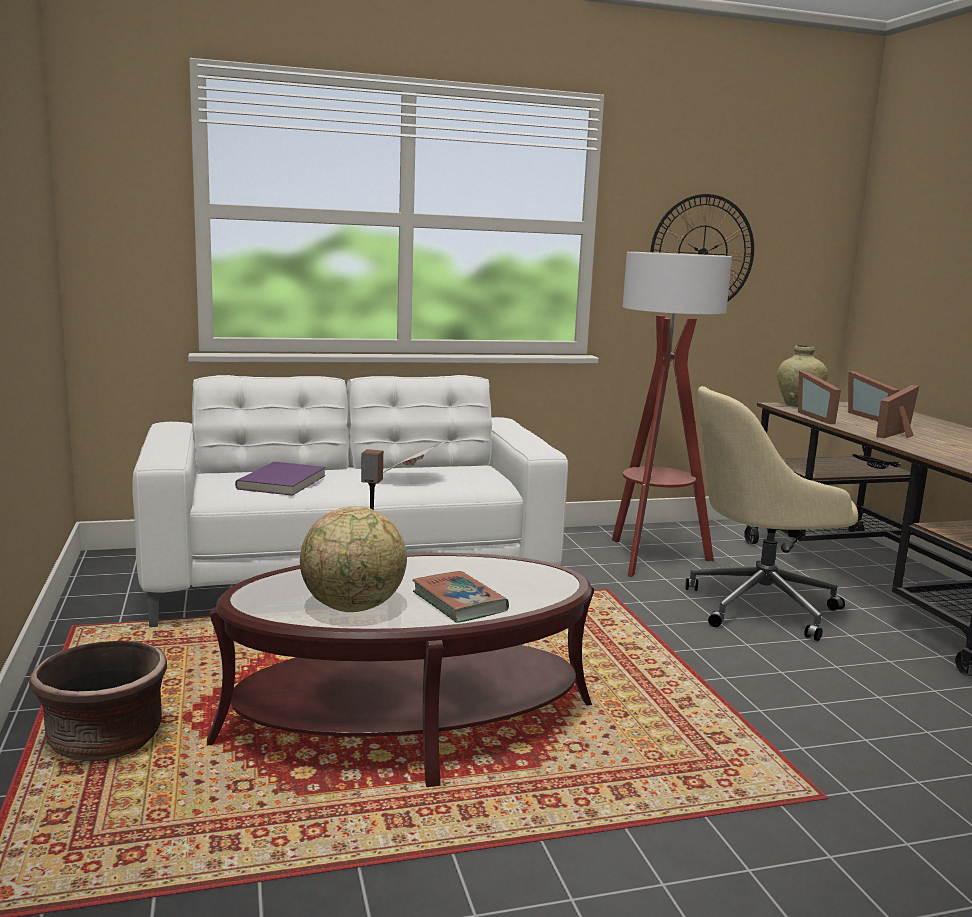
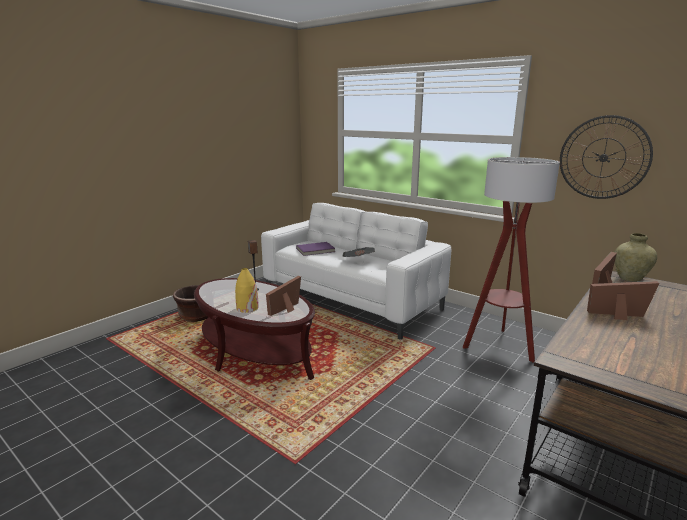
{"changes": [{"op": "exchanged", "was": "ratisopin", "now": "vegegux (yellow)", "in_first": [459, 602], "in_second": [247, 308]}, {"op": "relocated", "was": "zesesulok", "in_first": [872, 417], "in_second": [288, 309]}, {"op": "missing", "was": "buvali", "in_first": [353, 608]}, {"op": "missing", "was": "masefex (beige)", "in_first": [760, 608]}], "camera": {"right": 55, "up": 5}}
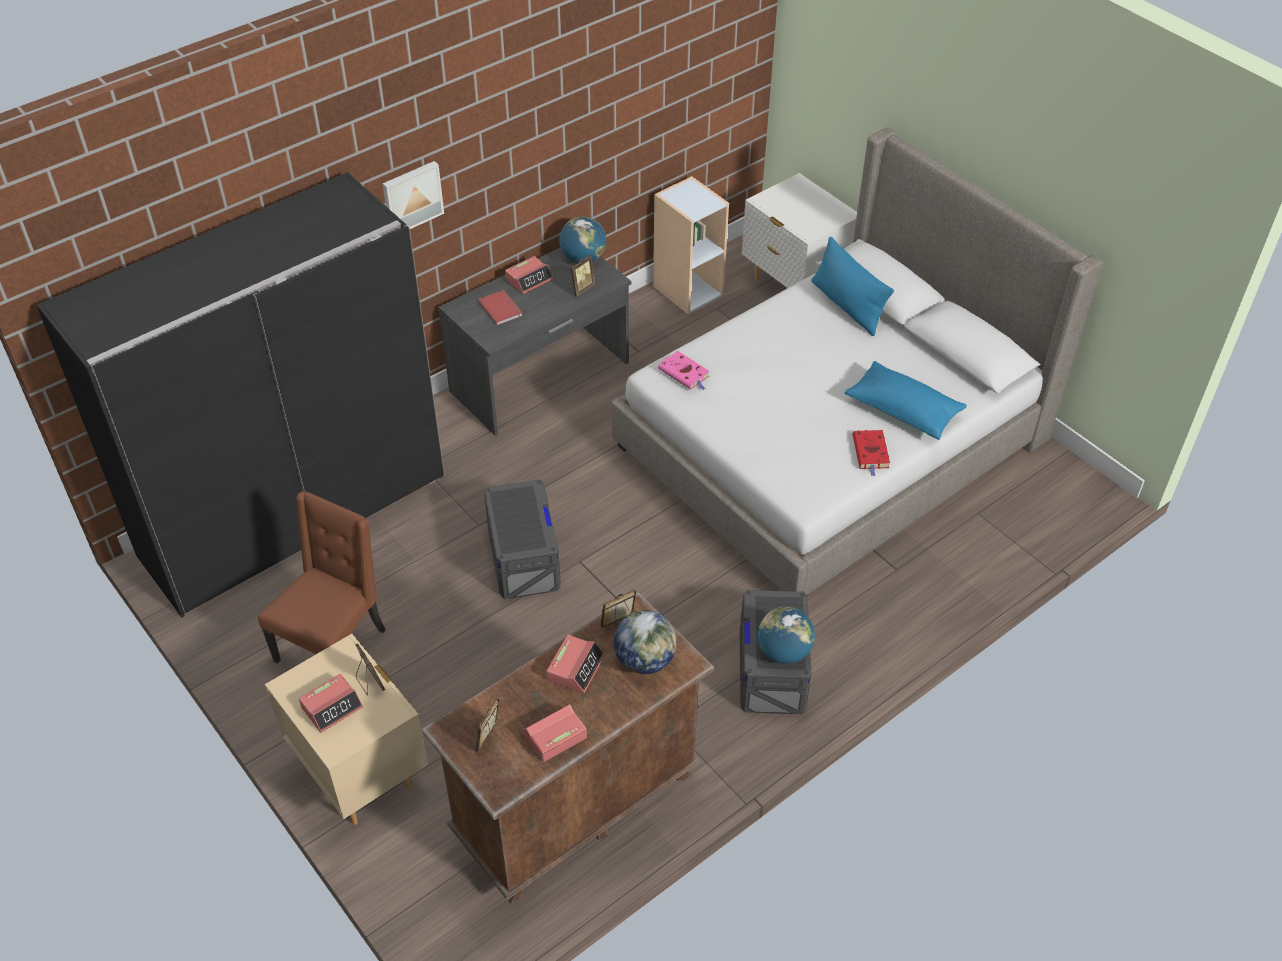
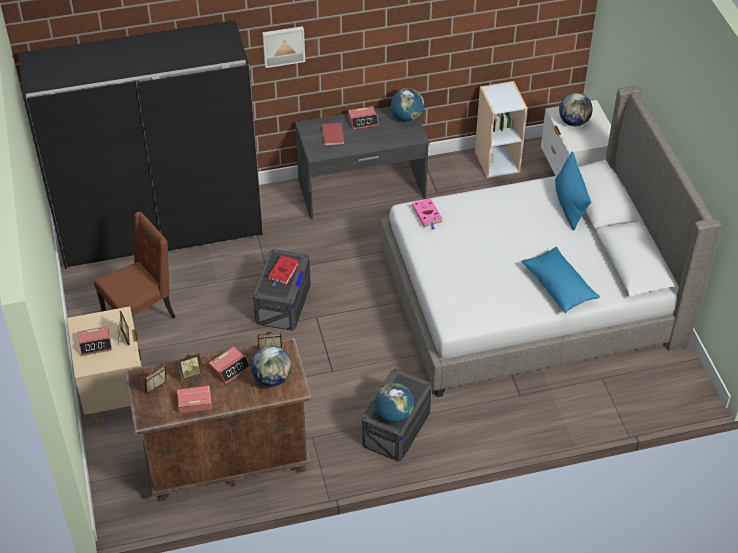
{"changes": [{"op": "relocated", "was": "zesesulok", "in_first": [581, 288], "in_second": [190, 375]}, {"op": "relocated", "was": "ratisopin (red)", "in_first": [871, 453], "in_second": [283, 272]}, {"op": "appeared", "now": "buvali", "in_second": [574, 122]}], "camera": {"right": 25, "up": 0}}
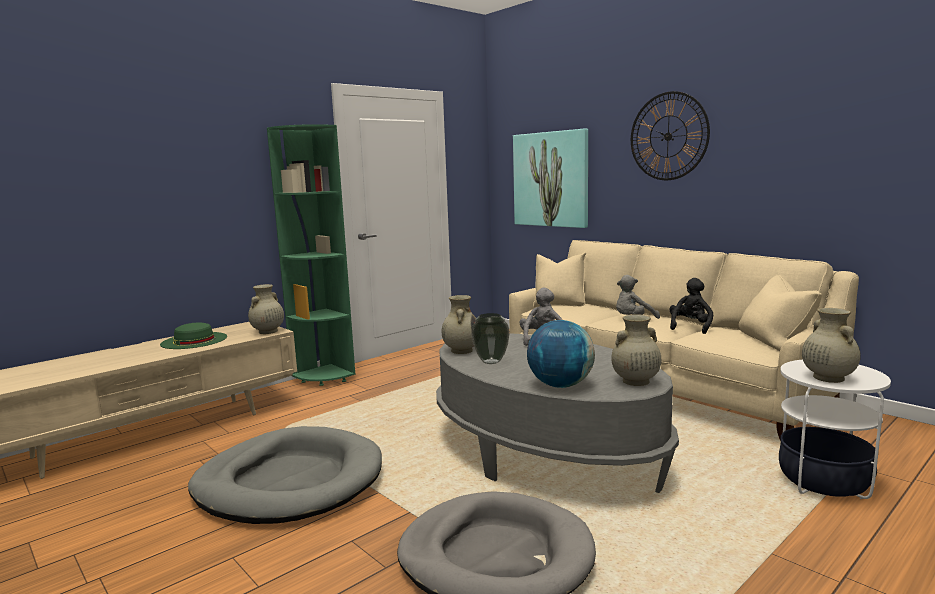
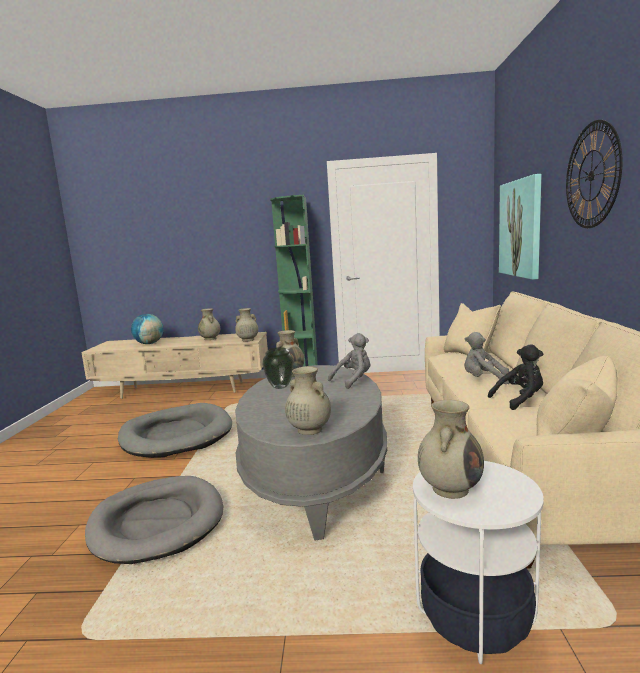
{"changes": [{"op": "relocated", "was": "buvali", "in_first": [560, 385], "in_second": [149, 343]}, {"op": "exchanged", "was": "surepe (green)", "now": "vegegux (beige)", "in_first": [194, 340], "in_second": [210, 339]}], "camera": {"right": 45, "up": 0}}
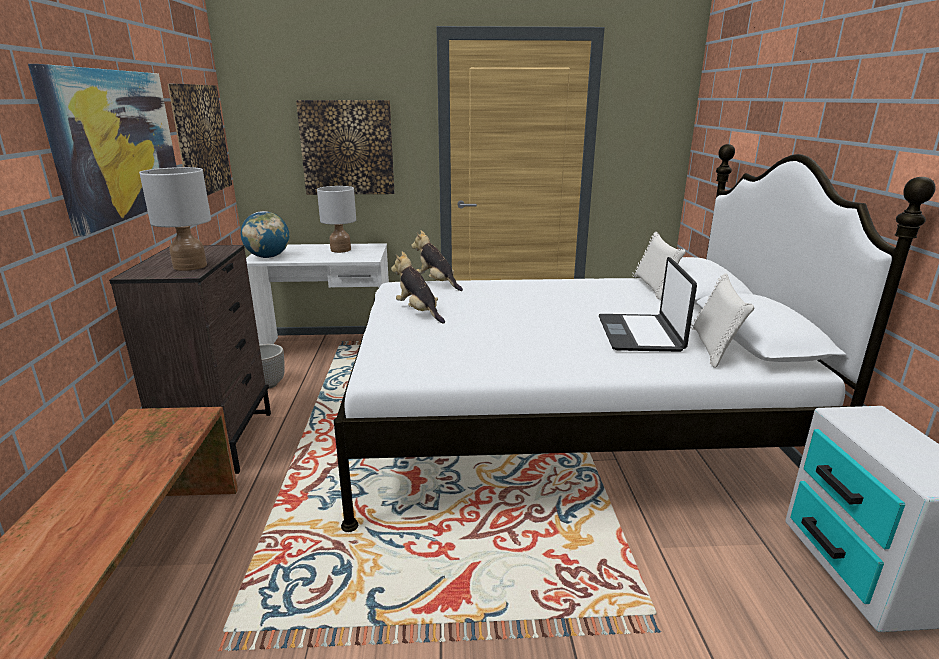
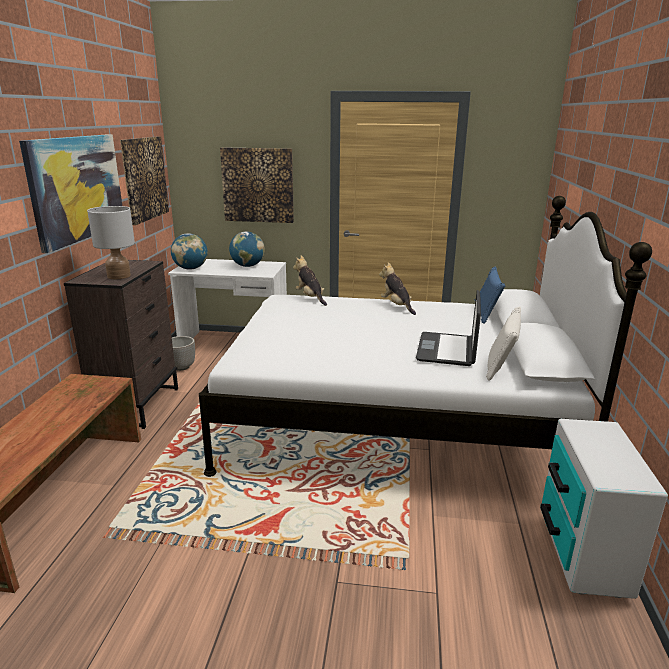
{"changes": [{"op": "exchanged", "was": "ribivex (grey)", "now": "buvali", "in_first": [341, 250], "in_second": [247, 266]}, {"op": "relocated", "was": "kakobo", "in_first": [418, 312], "in_second": [396, 306]}, {"op": "colour", "was": "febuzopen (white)", "now": "febuzopen (blue)", "in_first": [654, 287], "in_second": [486, 313]}], "camera": {"right": 10, "up": 0}}
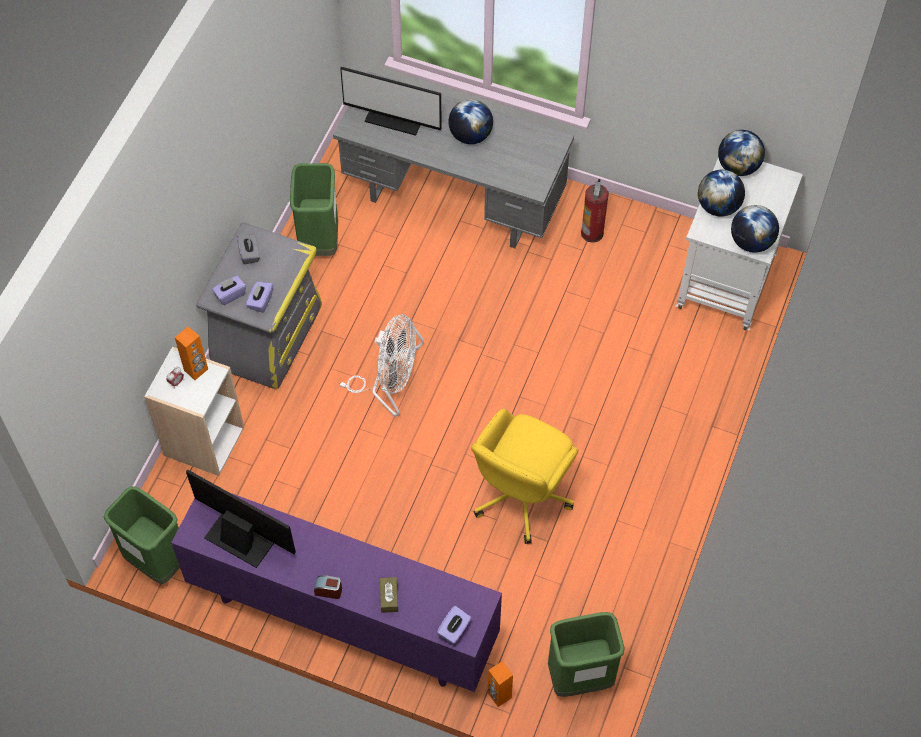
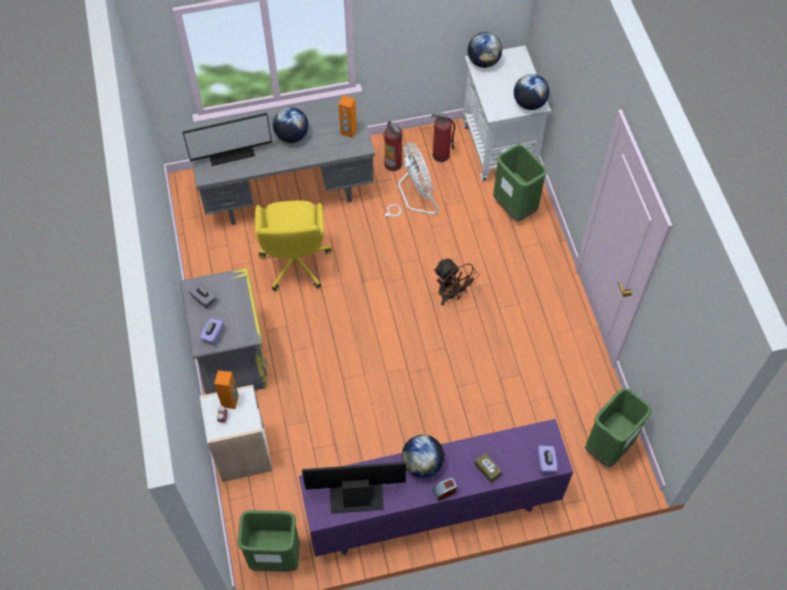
{"changes": [{"op": "relocated", "was": "masefex (yellow)", "in_first": [521, 497], "in_second": [295, 263]}, {"op": "relocated", "was": "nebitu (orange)", "in_first": [499, 695], "in_second": [348, 132]}, {"op": "relocated", "was": "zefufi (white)", "in_first": [389, 380], "in_second": [412, 196]}, {"op": "relocated", "was": "buvali", "in_first": [718, 206], "in_second": [422, 463]}, {"op": "appeared", "now": "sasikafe", "in_second": [440, 155]}, {"op": "appeared", "now": "zefufi (brown)", "in_second": [451, 295]}, {"op": "relocated", "was": "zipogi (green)", "in_first": [319, 242], "in_second": [514, 208]}, {"op": "missing", "was": "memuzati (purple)", "in_first": [260, 301]}], "camera": {"right": -35, "up": 0}}
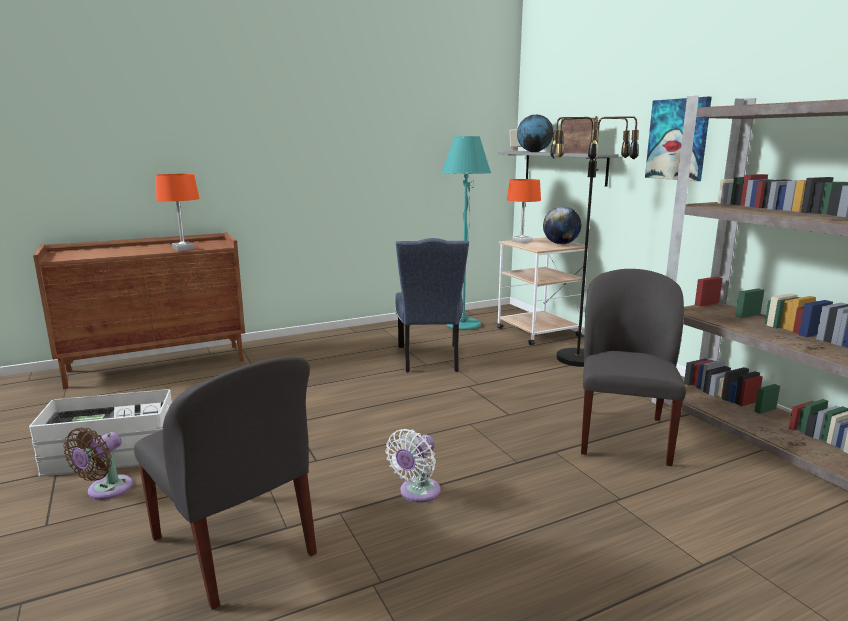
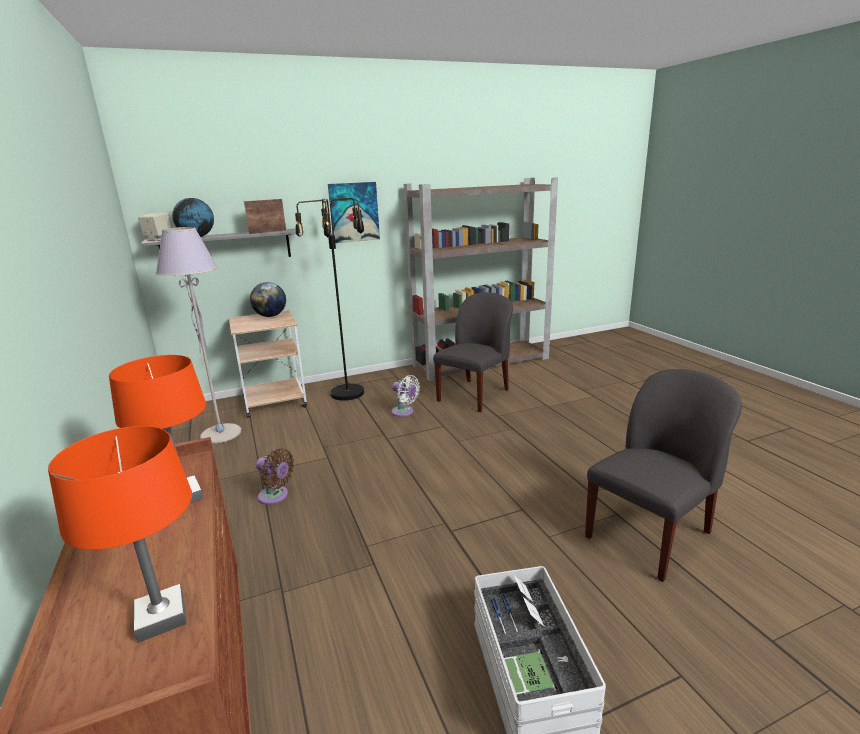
{"changes": [{"op": "relocated", "was": "ribivex (orange)", "in_first": [522, 241], "in_second": [162, 617]}, {"op": "colour", "was": "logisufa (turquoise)", "now": "logisufa (grey)", "in_first": [463, 325], "in_second": [221, 435]}, {"op": "relocated", "was": "zefufi (brown)", "in_first": [106, 490], "in_second": [275, 496]}, {"op": "relocated", "was": "zefufi (white)", "in_first": [417, 493], "in_second": [404, 412]}, {"op": "spun", "was": "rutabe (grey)", "in_first": [623, 435], "in_second": [474, 395], "clockwise": 105}, {"op": "missing", "was": "rutabe (blue)", "in_first": [429, 357]}], "camera": {"right": -85, "up": 5}}
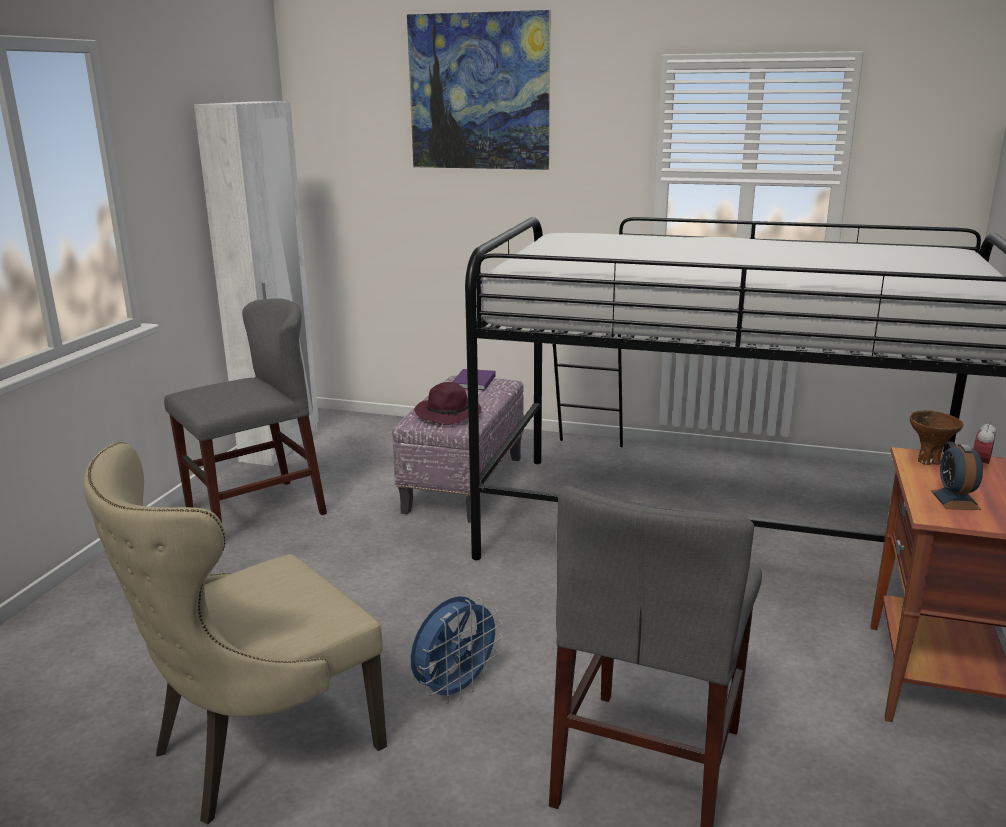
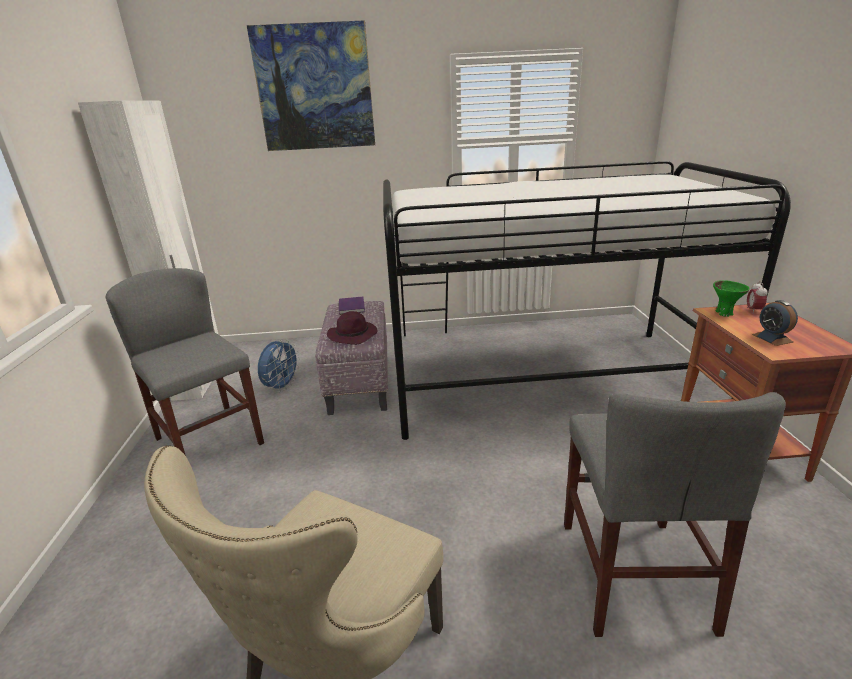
{"changes": [{"op": "spun", "was": "rutabe (grey)", "in_first": [255, 512], "in_second": [209, 441], "clockwise": -75}, {"op": "relocated", "was": "zefufi (blue)", "in_first": [455, 689], "in_second": [282, 387]}, {"op": "colour", "was": "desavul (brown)", "now": "desavul (green)", "in_first": [928, 460], "in_second": [724, 313]}], "camera": {"right": -20, "up": 5}}
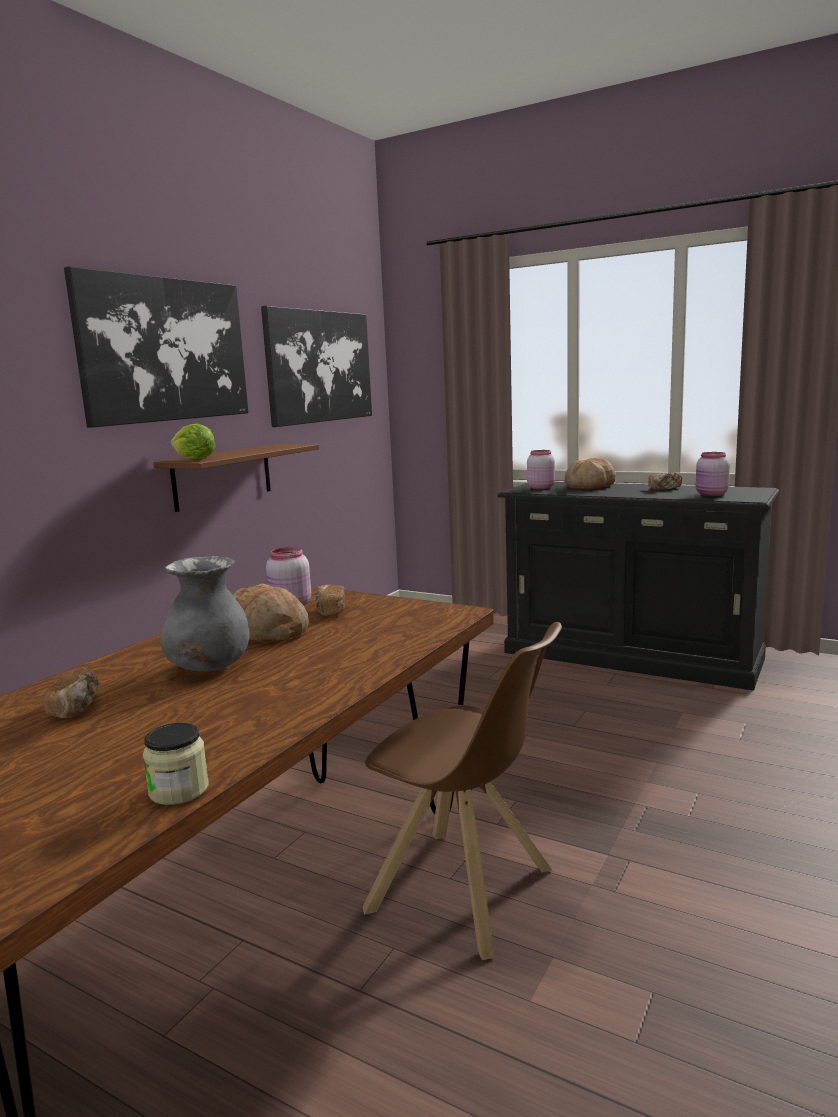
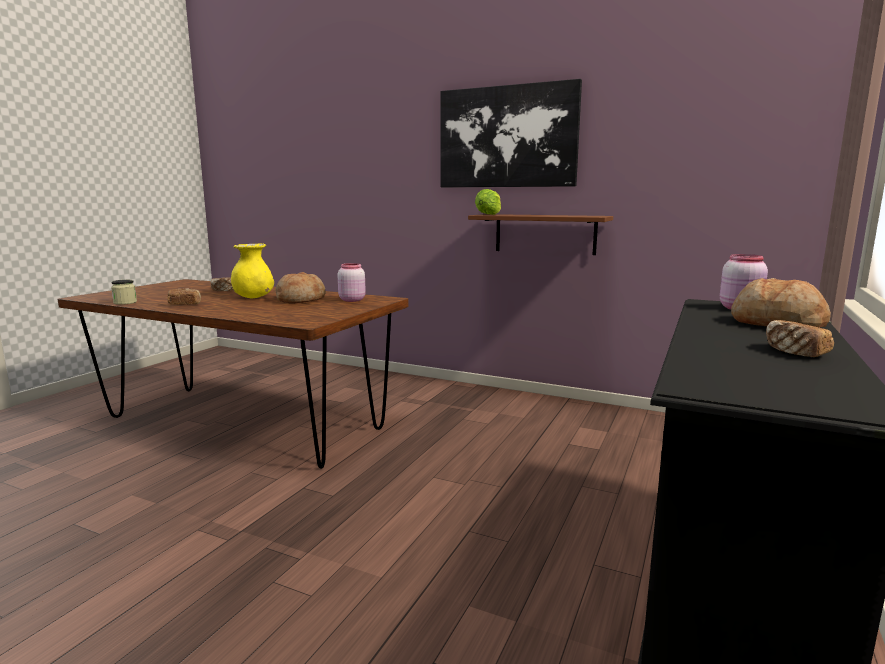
{"changes": [{"op": "relocated", "was": "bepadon", "in_first": [330, 611], "in_second": [185, 304]}, {"op": "colour", "was": "vegegux (grey)", "now": "vegegux (yellow)", "in_first": [209, 667], "in_second": [253, 297]}, {"op": "missing", "was": "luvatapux", "in_first": [319, 366]}, {"op": "missing", "was": "rutabe (brown)", "in_first": [465, 891]}, {"op": "missing", "was": "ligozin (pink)", "in_first": [711, 495]}], "camera": {"right": 85, "up": 0}}
